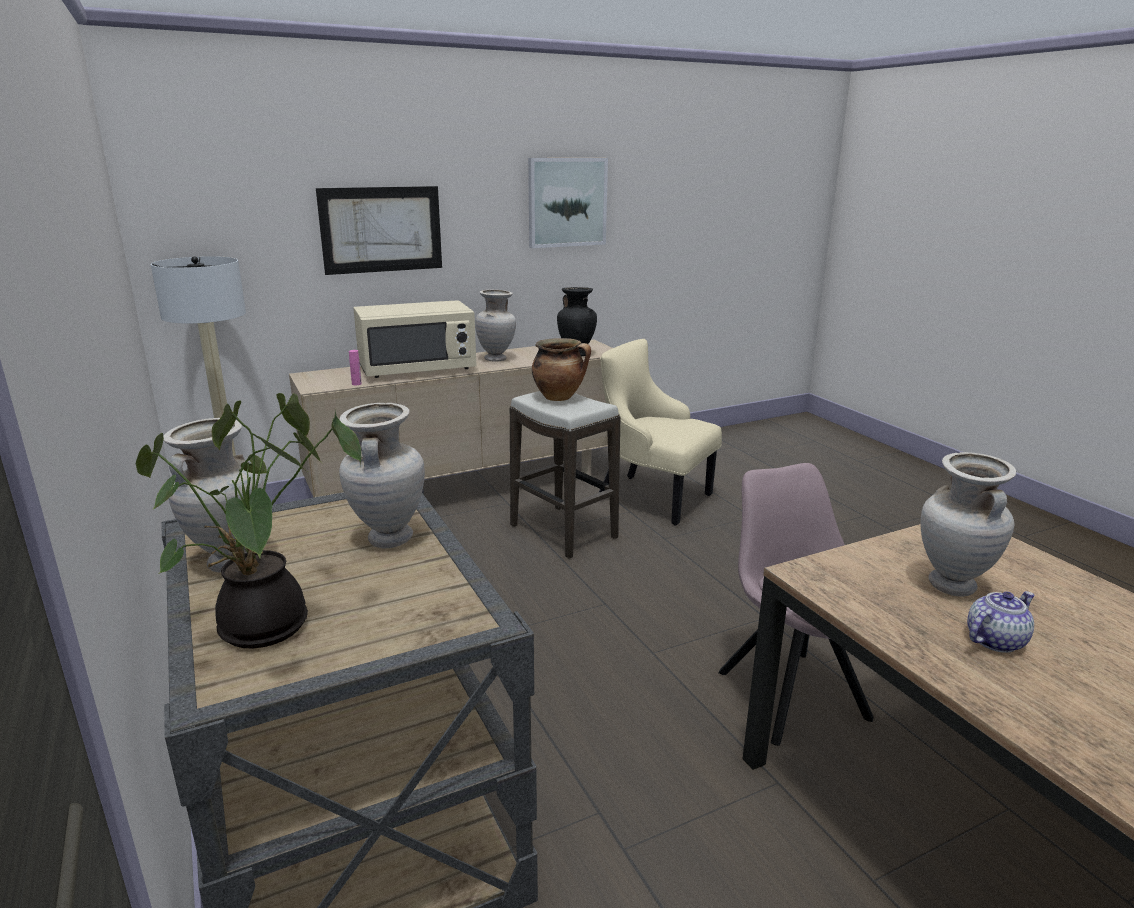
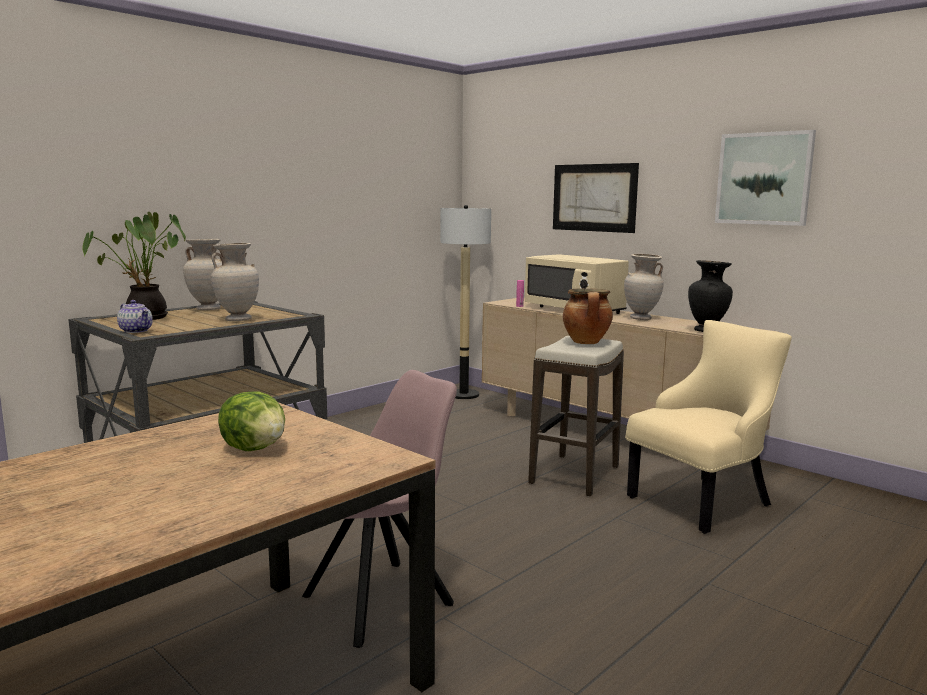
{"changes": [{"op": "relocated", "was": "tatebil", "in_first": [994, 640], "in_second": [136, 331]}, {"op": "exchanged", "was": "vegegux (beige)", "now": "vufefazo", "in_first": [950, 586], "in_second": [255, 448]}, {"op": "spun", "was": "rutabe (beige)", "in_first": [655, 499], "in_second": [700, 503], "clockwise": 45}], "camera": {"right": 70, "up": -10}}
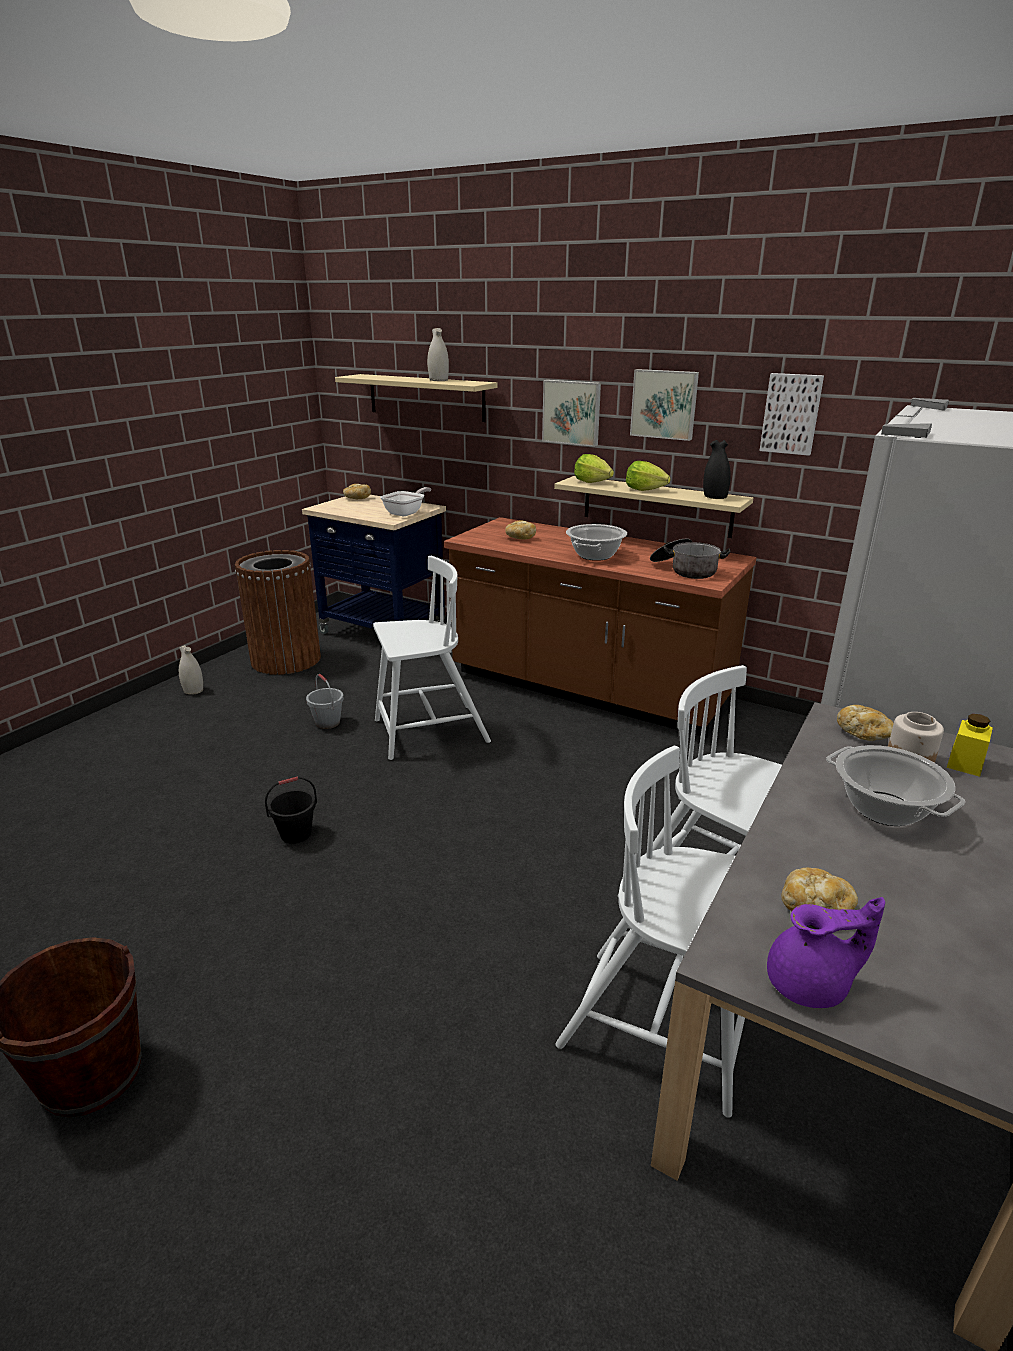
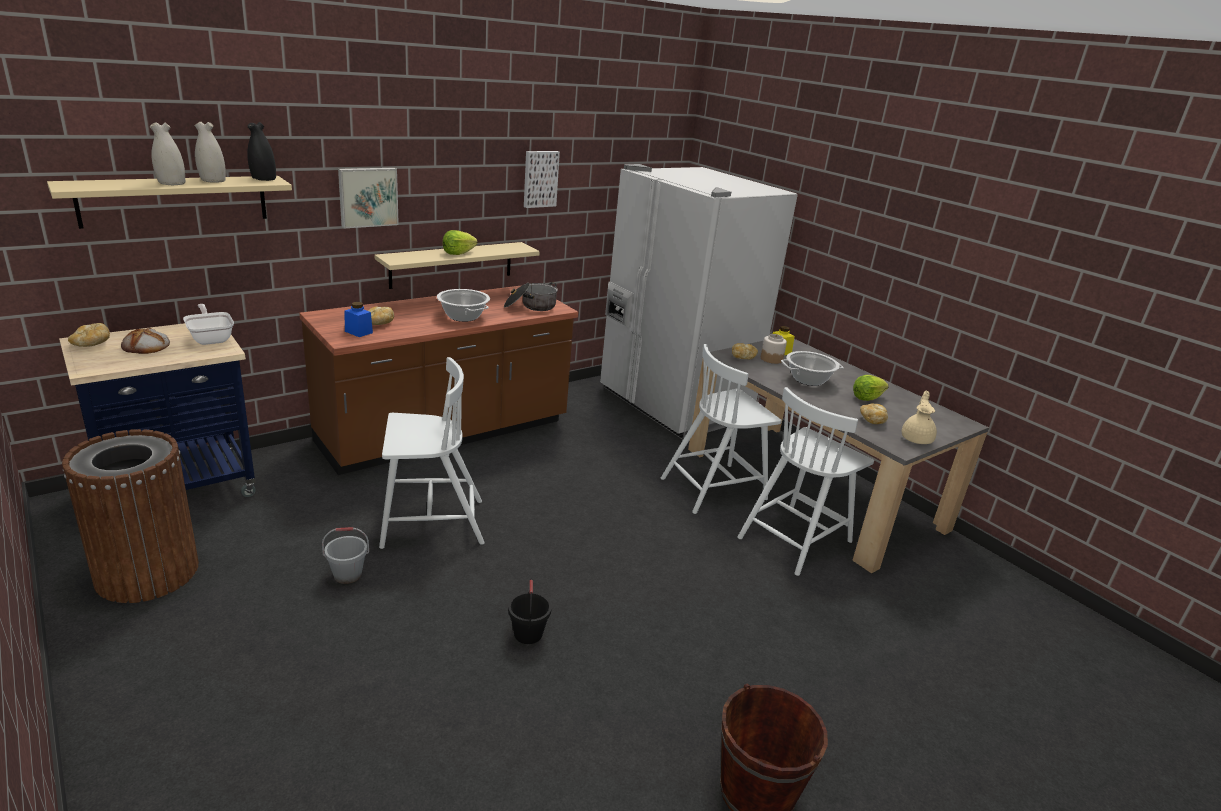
{"changes": [{"op": "appeared", "now": "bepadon", "in_second": [146, 346]}, {"op": "relocated", "was": "vegegux (white)", "in_first": [193, 690], "in_second": [171, 183]}, {"op": "relocated", "was": "vegegux (black)", "in_first": [714, 497], "in_second": [263, 179]}, {"op": "appeared", "now": "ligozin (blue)", "in_second": [358, 332]}, {"op": "spun", "was": "rutabe (white)", "in_first": [428, 732], "in_second": [430, 523], "clockwise": 75}, {"op": "relocated", "was": "vufefazo", "in_first": [592, 482], "in_second": [867, 398]}, {"op": "colour", "was": "tatebil (purple)", "now": "tatebil (beige)", "in_first": [811, 985], "in_second": [917, 438]}, {"op": "missing", "was": "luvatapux", "in_first": [664, 404]}], "camera": {"right": -70, "up": 0}}
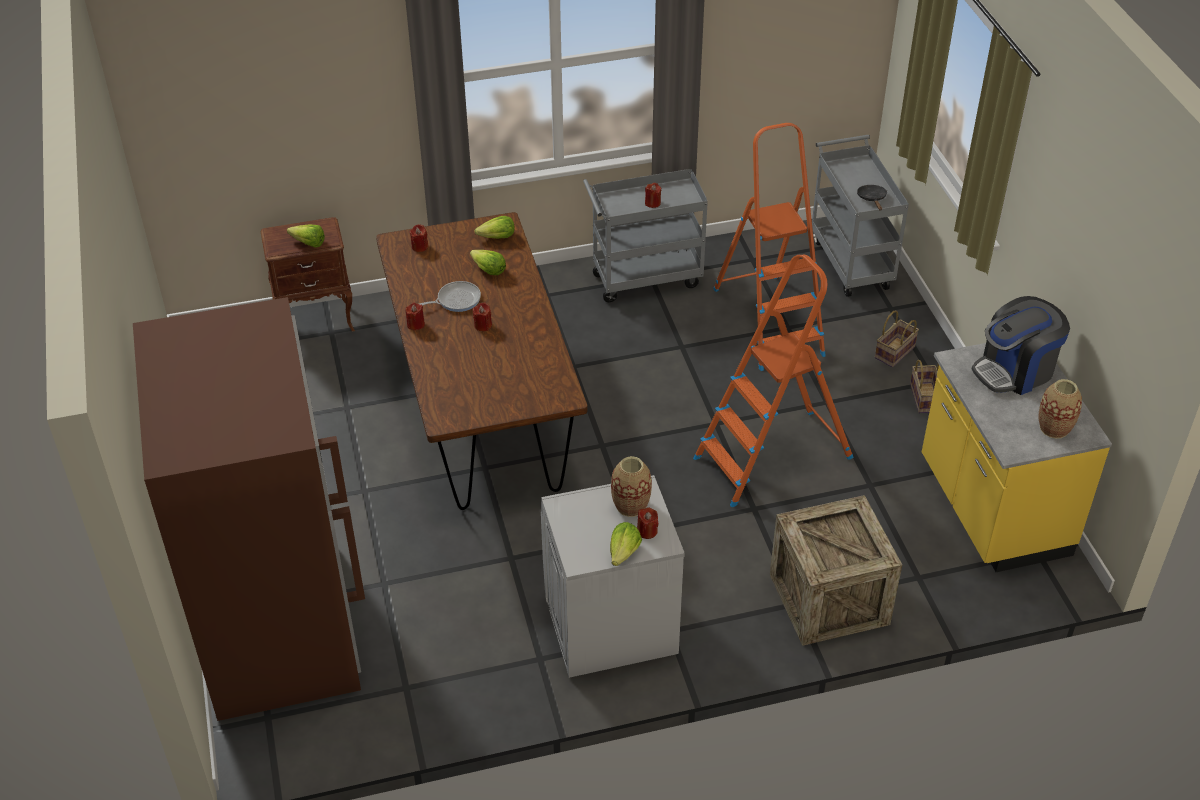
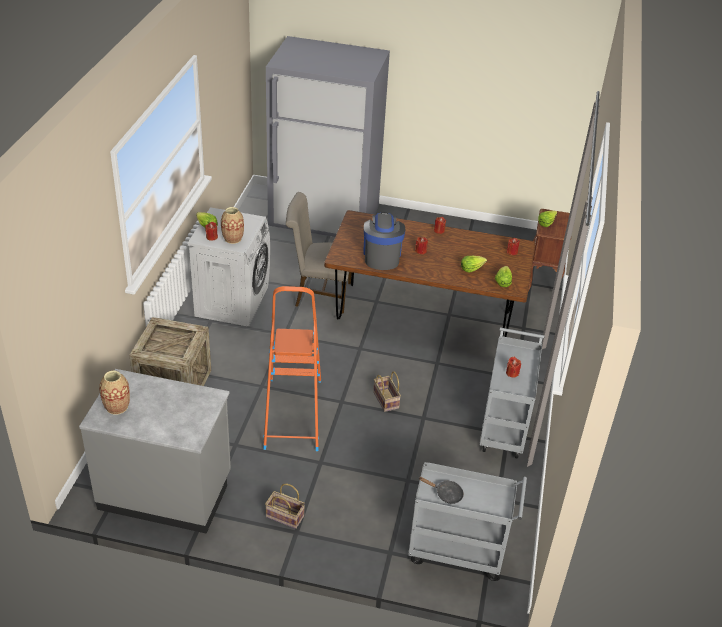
{"changes": [{"op": "colour", "was": "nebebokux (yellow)", "now": "nebebokux (grey)", "in_first": [991, 509], "in_second": [166, 491]}, {"op": "colour", "was": "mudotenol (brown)", "now": "mudotenol (grey)", "in_first": [279, 625], "in_second": [324, 215]}, {"op": "appeared", "now": "rutabe (beige)", "in_second": [319, 294]}, {"op": "relocated", "was": "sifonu", "in_first": [1015, 371], "in_second": [381, 256]}, {"op": "relocated", "was": "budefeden", "in_first": [895, 353], "in_second": [385, 400]}, {"op": "missing", "was": "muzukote", "in_first": [456, 300]}, {"op": "missing", "was": "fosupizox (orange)", "in_first": [768, 322]}], "camera": {"right": 115, "up": -5}}
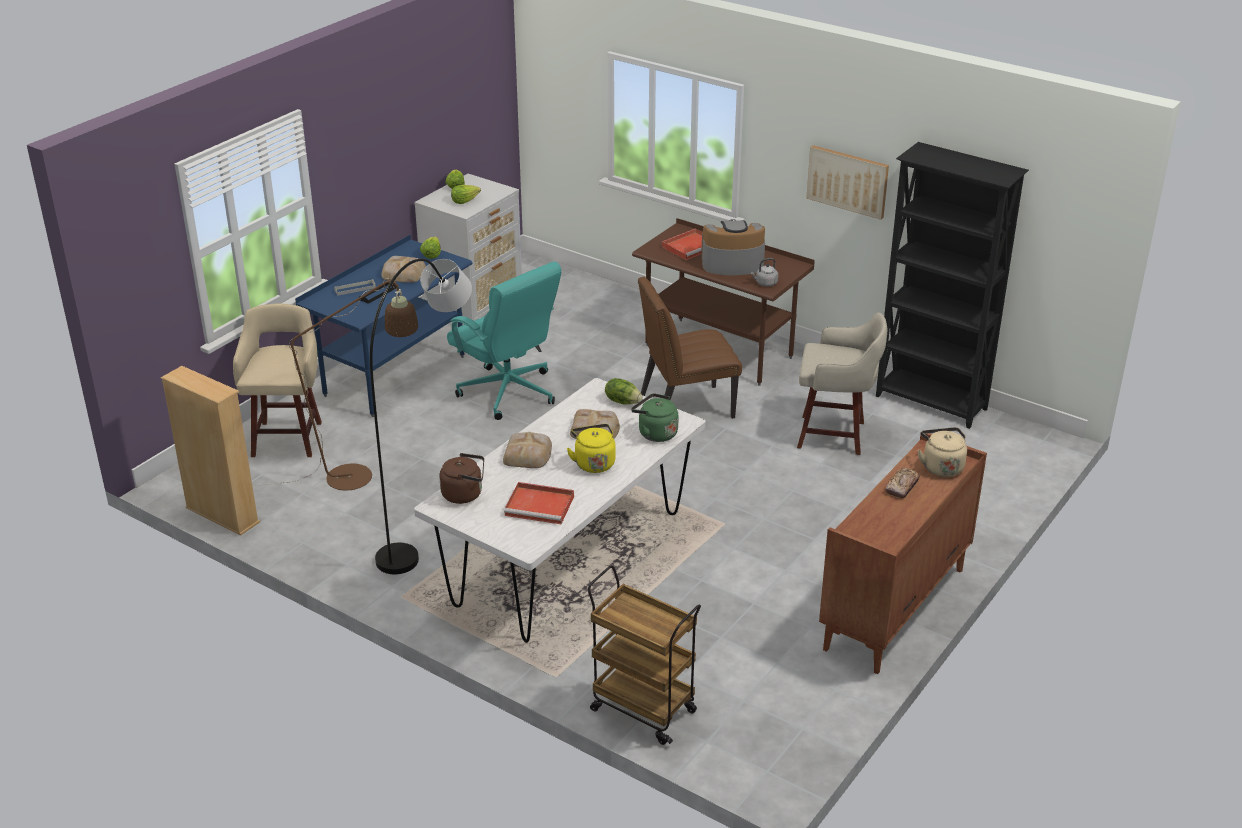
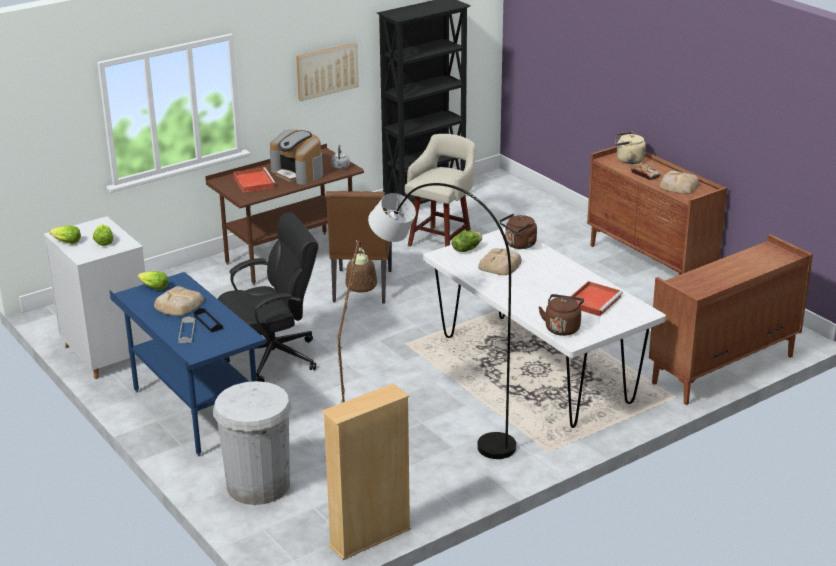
{"changes": [{"op": "exchanged", "was": "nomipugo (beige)", "now": "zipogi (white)", "in_first": [288, 437], "in_second": [258, 485]}, {"op": "colour", "was": "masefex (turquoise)", "now": "masefex (black)", "in_first": [508, 391], "in_second": [272, 358]}, {"op": "spun", "was": "sifonu", "in_first": [732, 264], "in_second": [298, 173], "clockwise": -60}, {"op": "colour", "was": "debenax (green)", "now": "debenax (brown)", "in_first": [655, 433], "in_second": [519, 245]}, {"op": "exchanged", "was": "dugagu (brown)", "now": "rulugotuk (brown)", "in_first": [642, 710], "in_second": [722, 370]}, {"op": "relocated", "was": "bepadon", "in_first": [528, 454], "in_second": [678, 186]}, {"op": "missing", "was": "debenax (yellow)", "in_first": [593, 463]}], "camera": {"right": -70, "up": -5}}
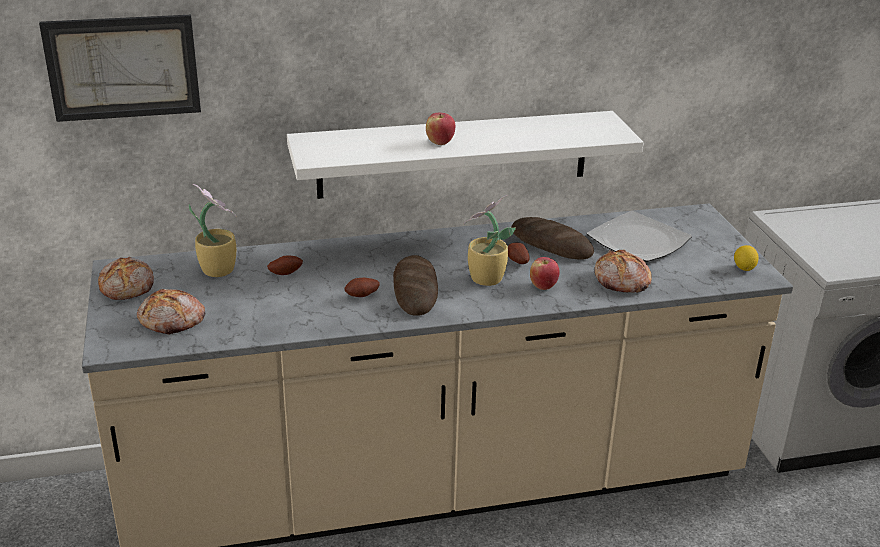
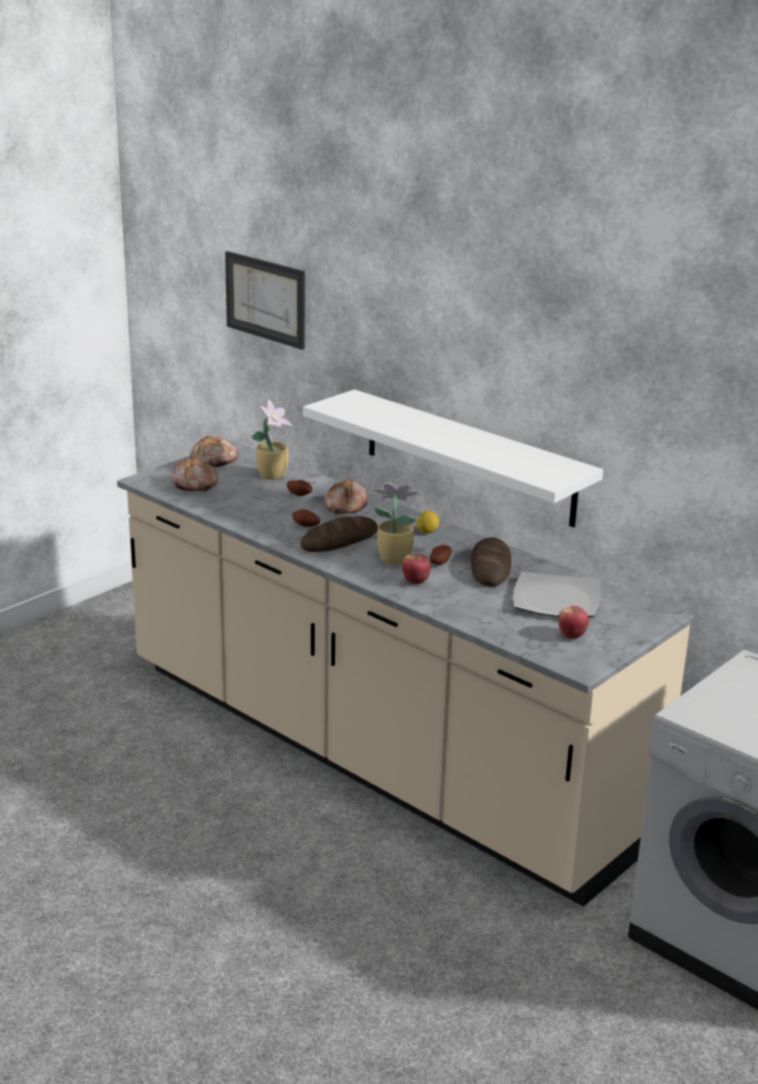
{"changes": [{"op": "relocated", "was": "bepadon", "in_first": [621, 281], "in_second": [345, 506]}, {"op": "relocated", "was": "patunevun", "in_first": [744, 268], "in_second": [427, 532]}, {"op": "relocated", "was": "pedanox", "in_first": [440, 142], "in_second": [572, 636]}], "camera": {"right": 55, "up": -5}}
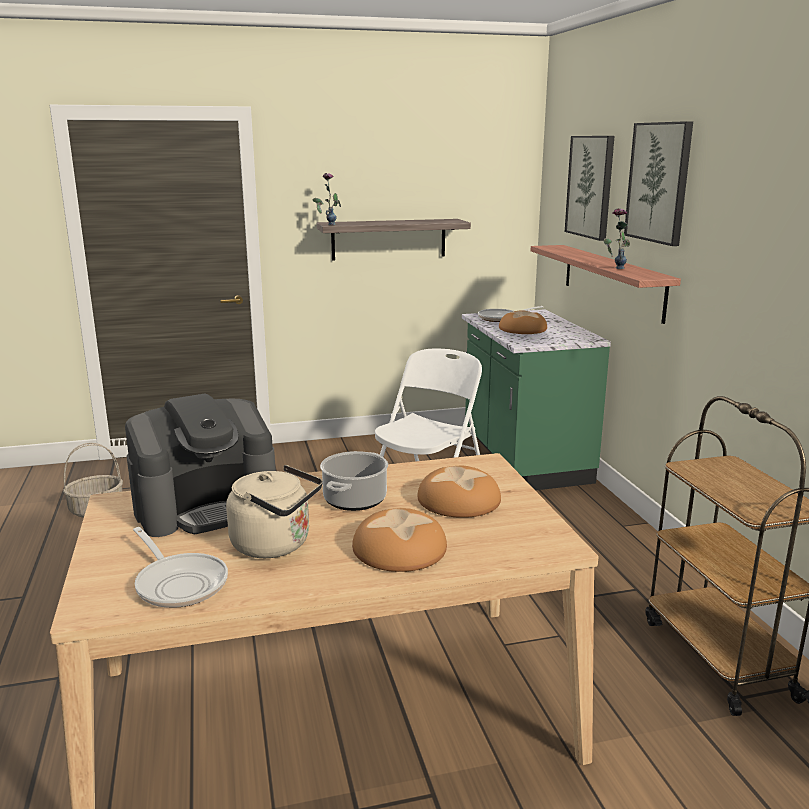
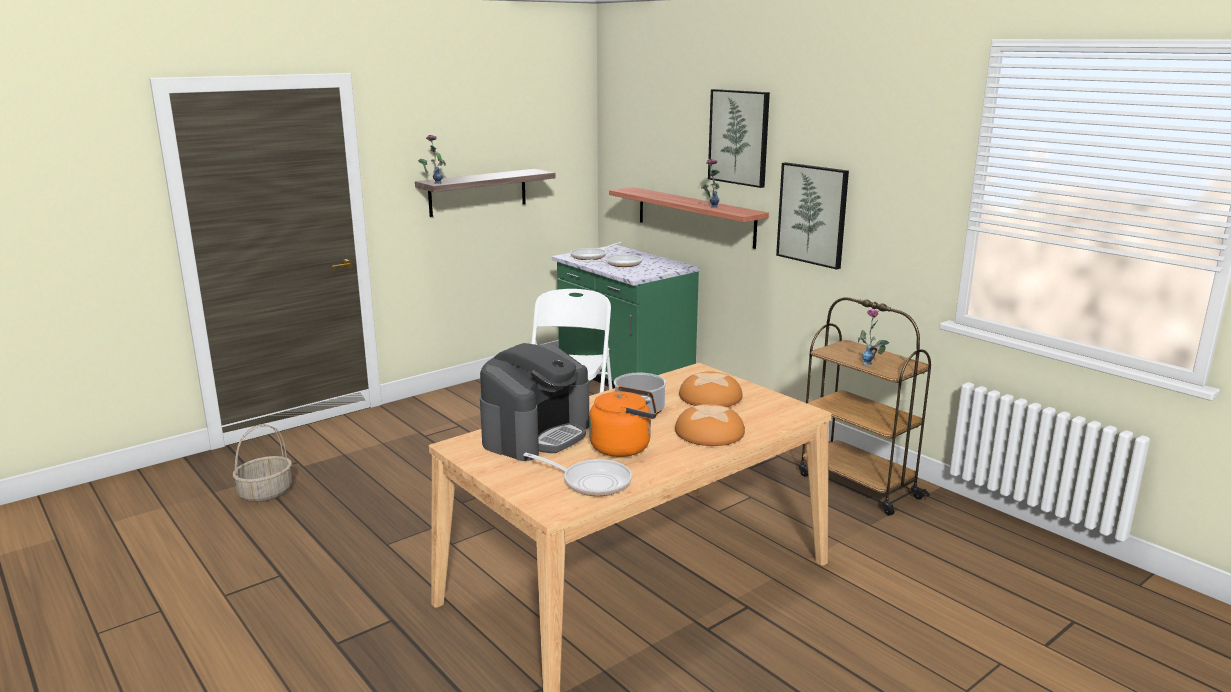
{"changes": [{"op": "exchanged", "was": "bepadon", "now": "muzukote", "in_first": [522, 329], "in_second": [620, 264]}, {"op": "colour", "was": "debenax (beige)", "now": "debenax (orange)", "in_first": [276, 545], "in_second": [624, 447]}, {"op": "relocated", "was": "luvatapux", "in_first": [590, 186], "in_second": [813, 214]}, {"op": "appeared", "now": "vegegux", "in_second": [870, 366]}], "camera": {"right": -25, "up": 0}}
